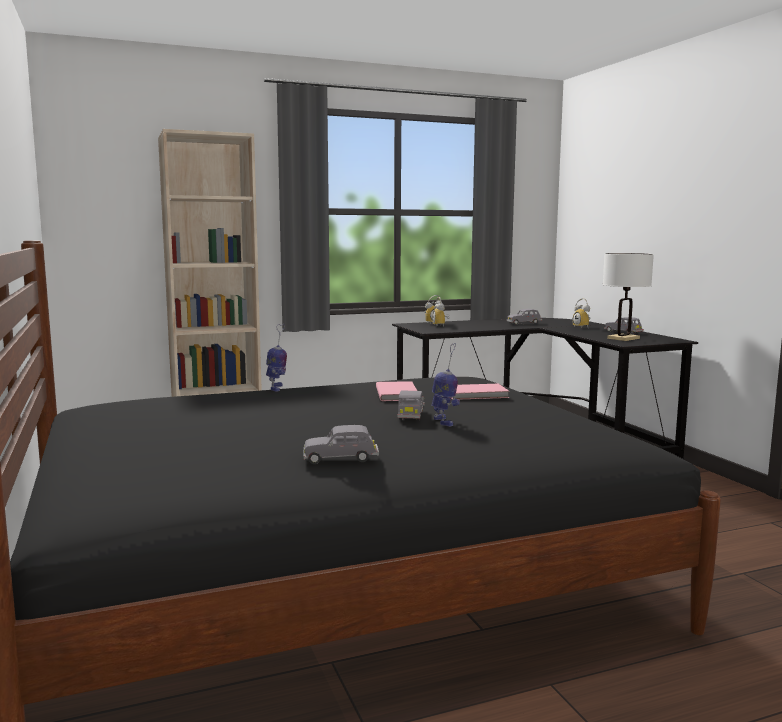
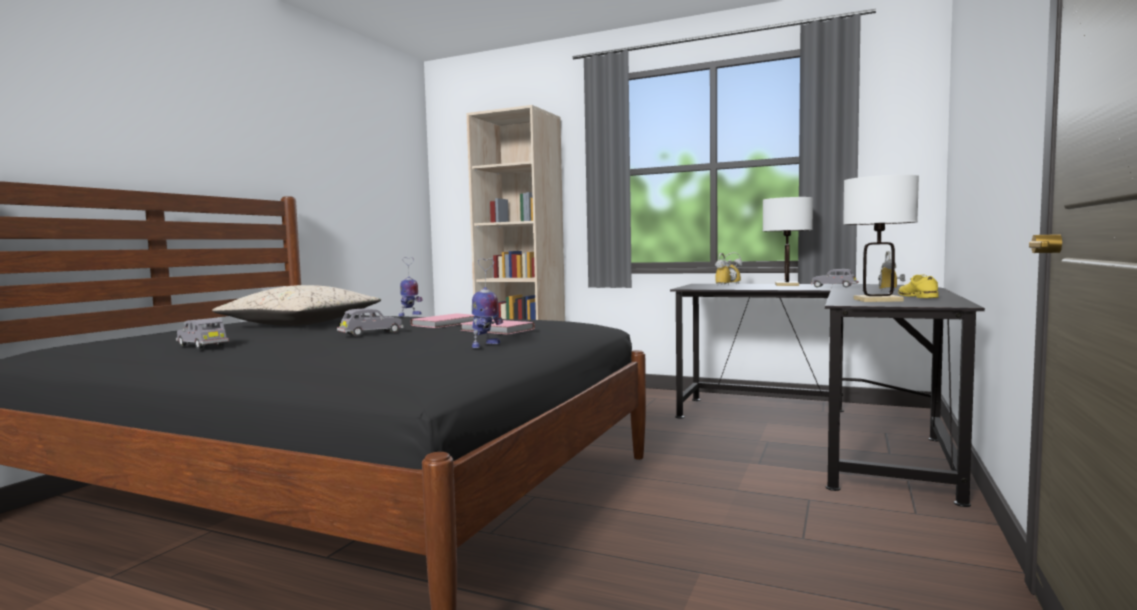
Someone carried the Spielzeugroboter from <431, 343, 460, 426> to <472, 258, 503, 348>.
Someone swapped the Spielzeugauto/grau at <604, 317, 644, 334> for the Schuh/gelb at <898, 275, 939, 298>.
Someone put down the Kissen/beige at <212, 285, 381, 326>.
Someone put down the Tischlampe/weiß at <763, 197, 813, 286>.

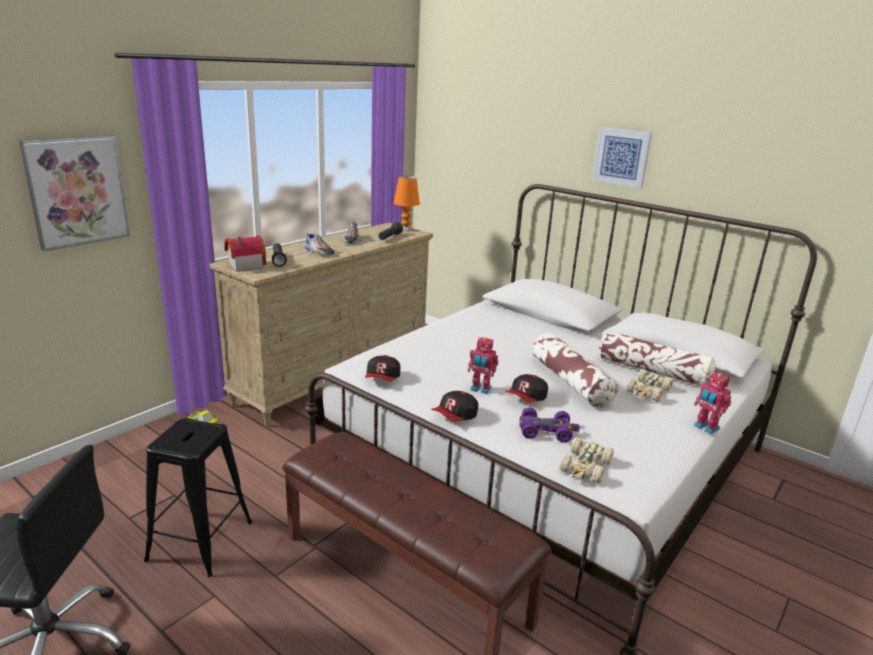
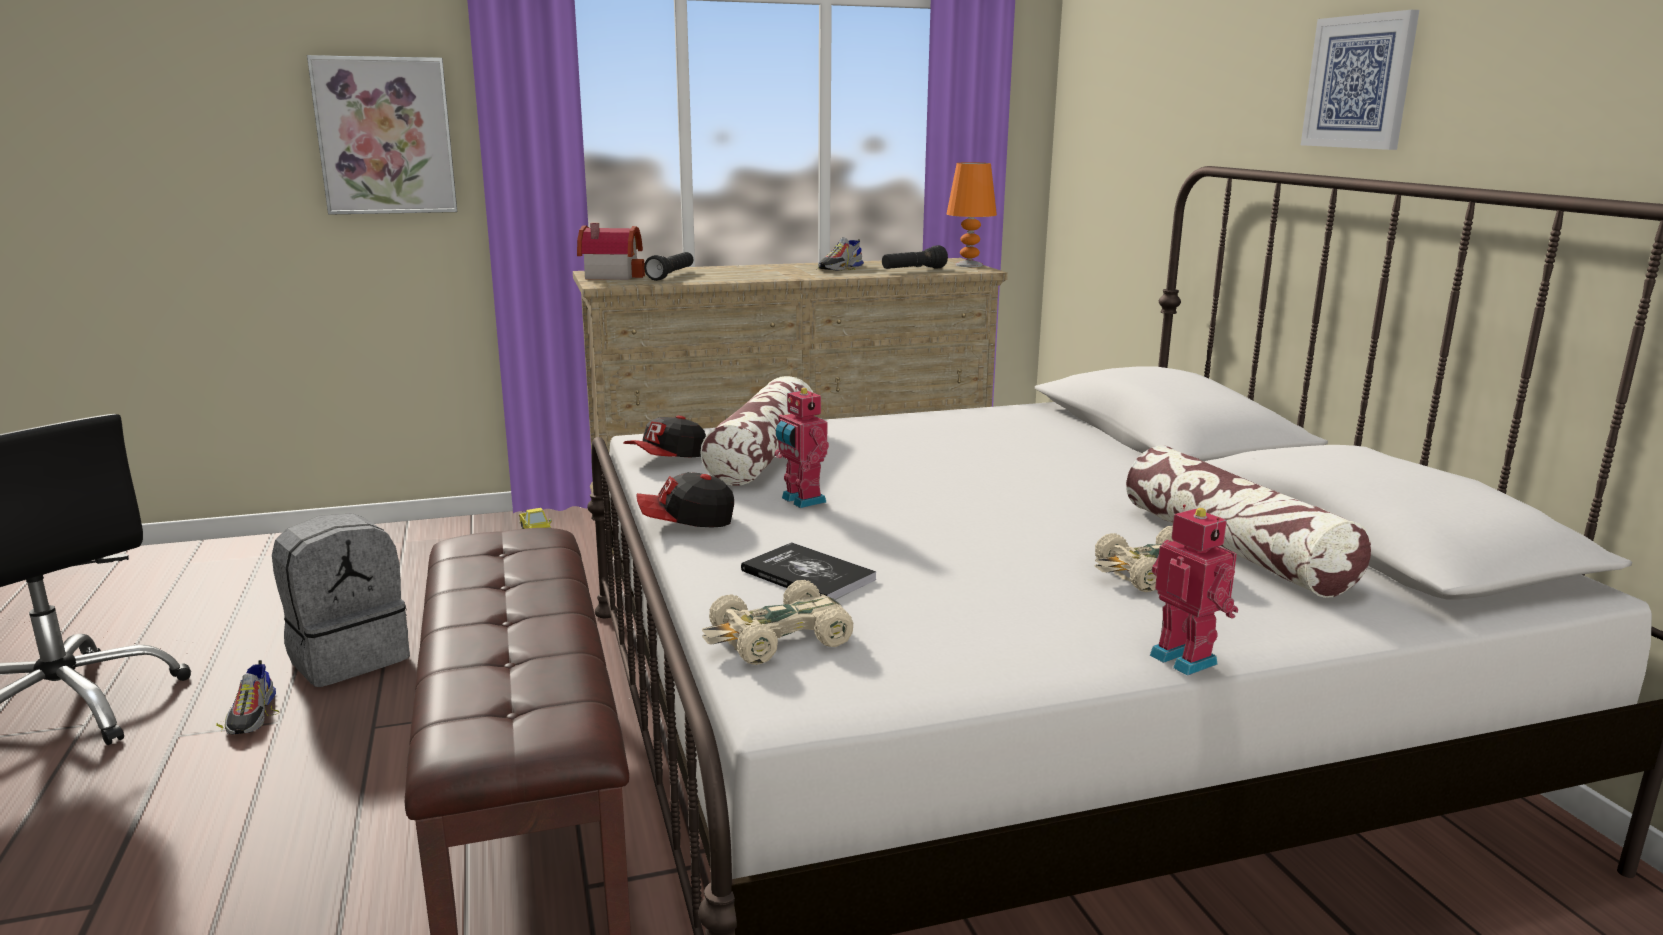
Someone swapped the Hocker/schwarz at <144, 418, 253, 577> for the Rucksack/grau at <272, 513, 410, 687>.
Someone carried the Schuh from <305, 233, 334, 257> to <216, 660, 280, 735>.
Someone took away the Kappe at <506, 374, 548, 402>.
Someone swapped the Spielzeugauto/lila at <519, 407, 580, 442> for the Buch at <741, 542, 876, 600>.
Someone carried the Kissen from <532, 333, 618, 407> to <700, 376, 813, 486>.
Someone rotated the Spielzeugroboter at <694, 371, 731, 434> by 150 degrees clockwise.

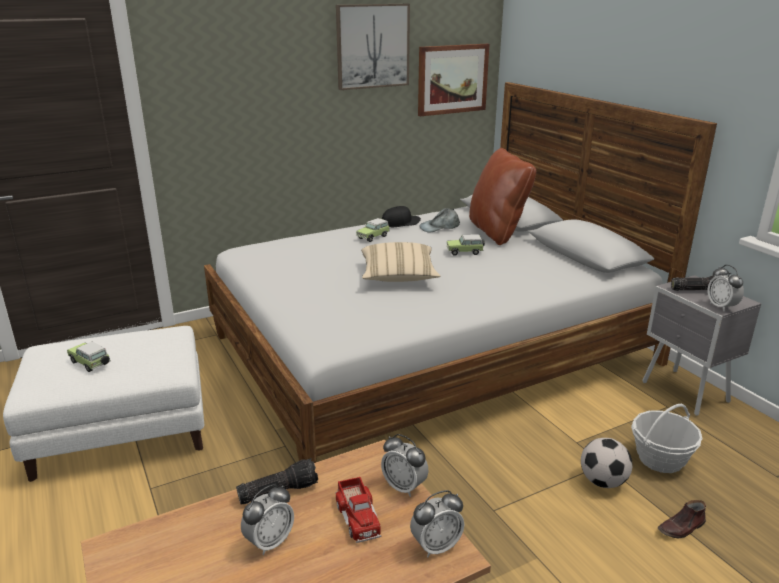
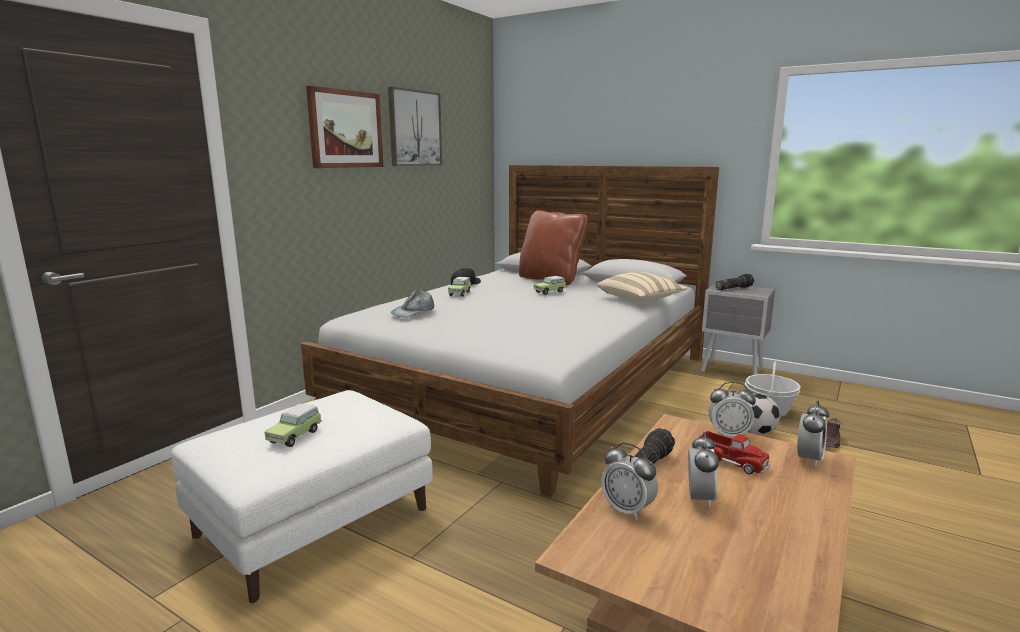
Someone rotated the Spielzeugauto at <67, 341, 111, 372> by 75 degrees counterclockwise.
Someone carried the Kissen/beige from <361, 242, 440, 282> to <596, 272, 687, 302>.
Someone carried the Bild from <418, 44, 489, 116> to <306, 86, 383, 168>.
Someone carried the Kappe/grau from <419, 208, 460, 233> to <391, 290, 434, 318>.
Someone carried the Wecker from <708, 265, 744, 311> to <601, 443, 658, 520>.

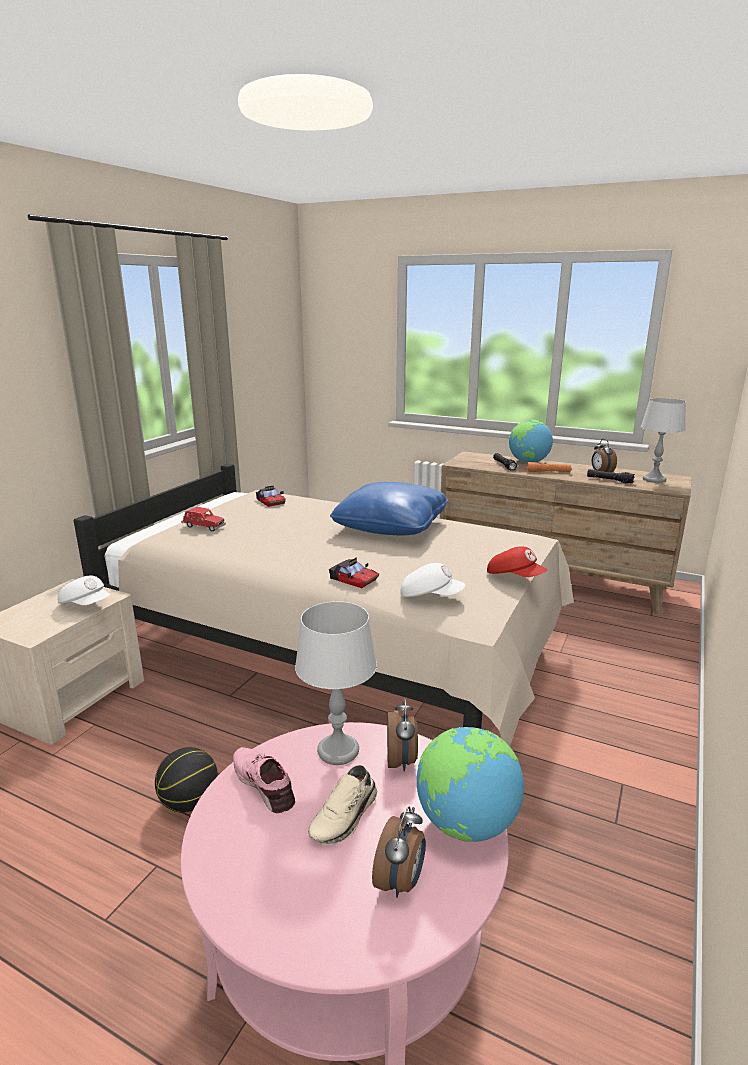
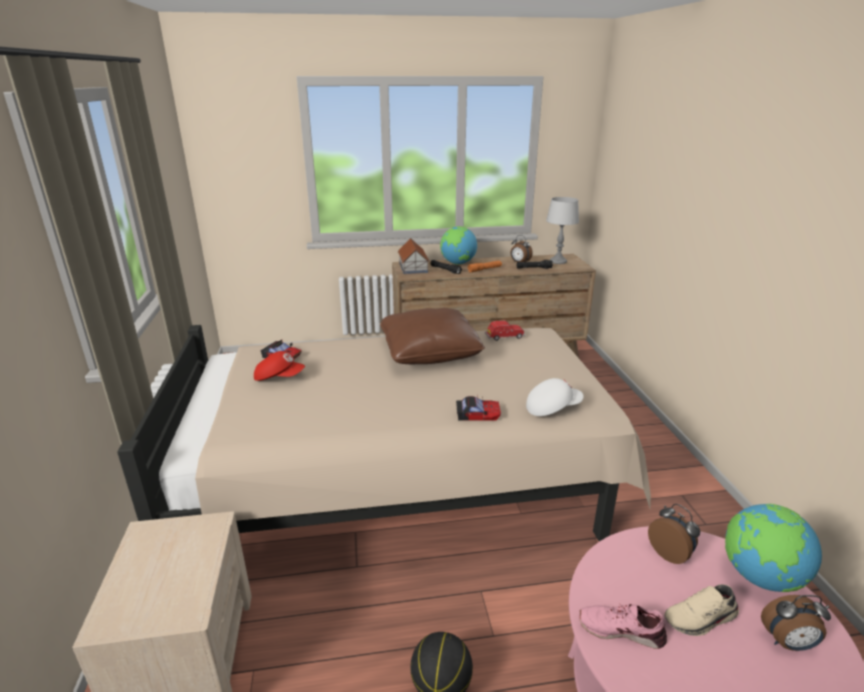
Someone took away the Kappe/weiß at <57, 576, 110, 605>.
Someone carried the Spielzeugauto/rot from <181, 507, 226, 532> to <485, 320, 525, 341>.
Someone took away the Tischlampe/grau at <295, 601, 377, 765>.
Someone rotated the Schuh/beige at <308, 765, 377, 844> by 75 degrees clockwise.
Someone repainted the Kissen/blau at <330, 482, 448, 536>, which became the Kissen/braun at <380, 308, 485, 364>.
Someone rotated the Wecker at <372, 806, 426, 898> by 105 degrees clockwise.
Someone carried the Kappe/rot from <487, 546, 547, 577> to <254, 351, 305, 381>.
Someone put down the Spielzeughaus at <398, 238, 430, 274>.

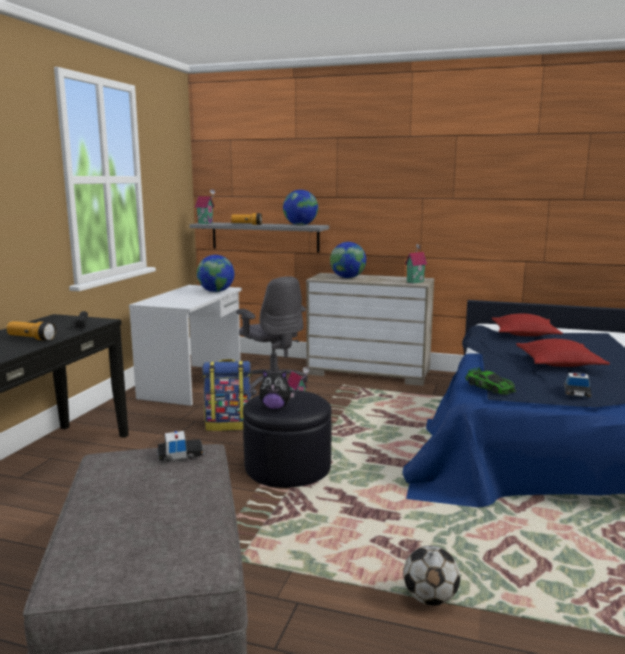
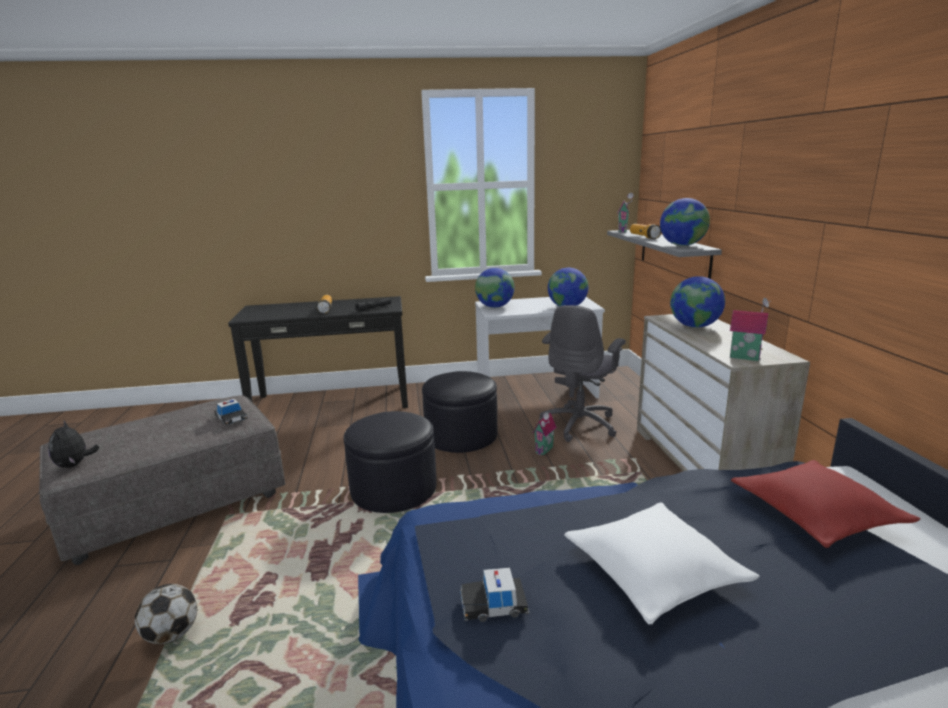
Someone swapped the Rucksack at <202, 359, 252, 431> for the Polsterhocker/schwarz at <422, 371, 497, 453>.
Someone carried the Plüschtier from <259, 370, 295, 409> to <48, 421, 100, 468>.
Someone took away the Spielzeugauto at <465, 367, 516, 395>.
Someone repainted the Kissen/rot at <516, 339, 610, 367>, which became the Kissen/weiß at <564, 502, 760, 624>.
Someone put down the Globus at <475, 268, 515, 308>.

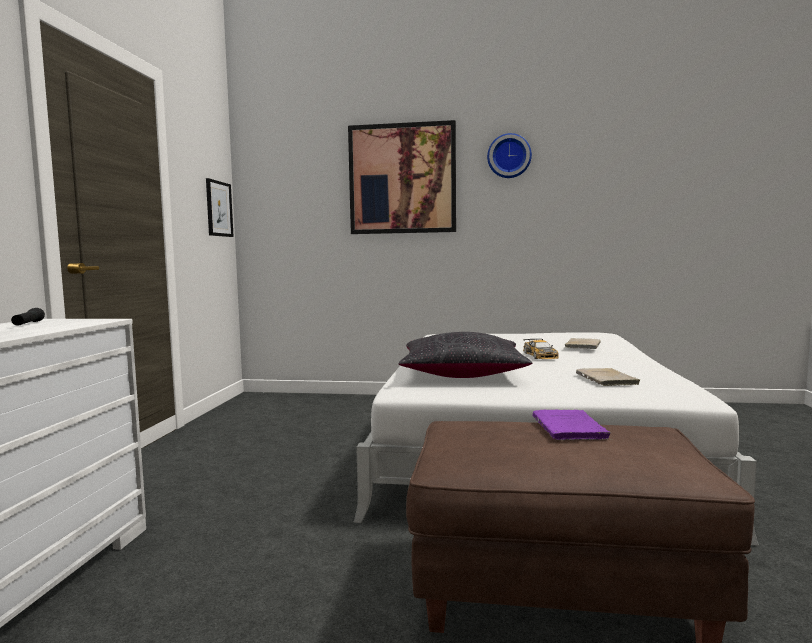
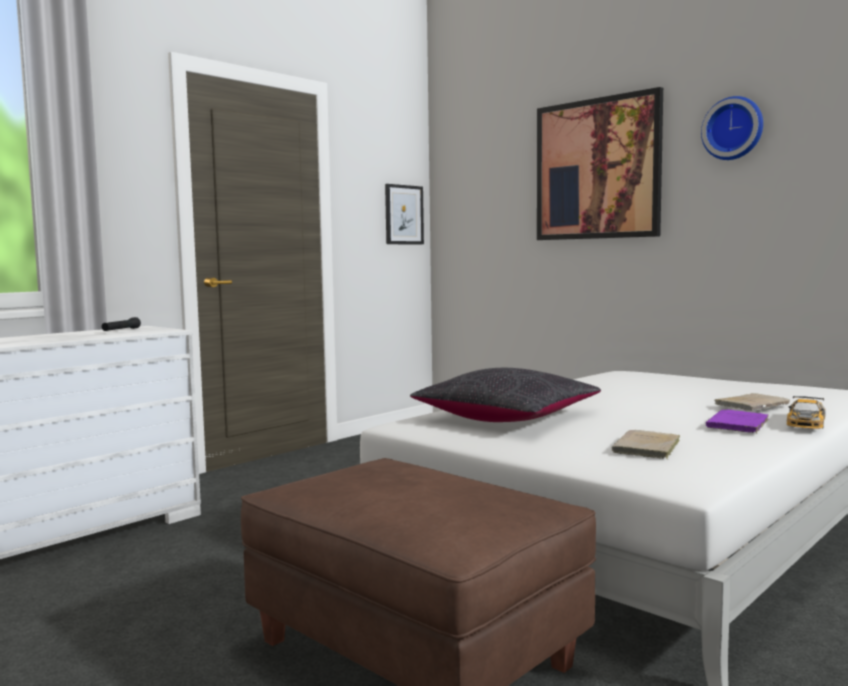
Someone carried the Spielzeugauto from <523, 339, 559, 359> to <787, 396, 826, 429>.
Someone carried the Buch/lila from <532, 409, 611, 441> to <706, 410, 769, 434>.

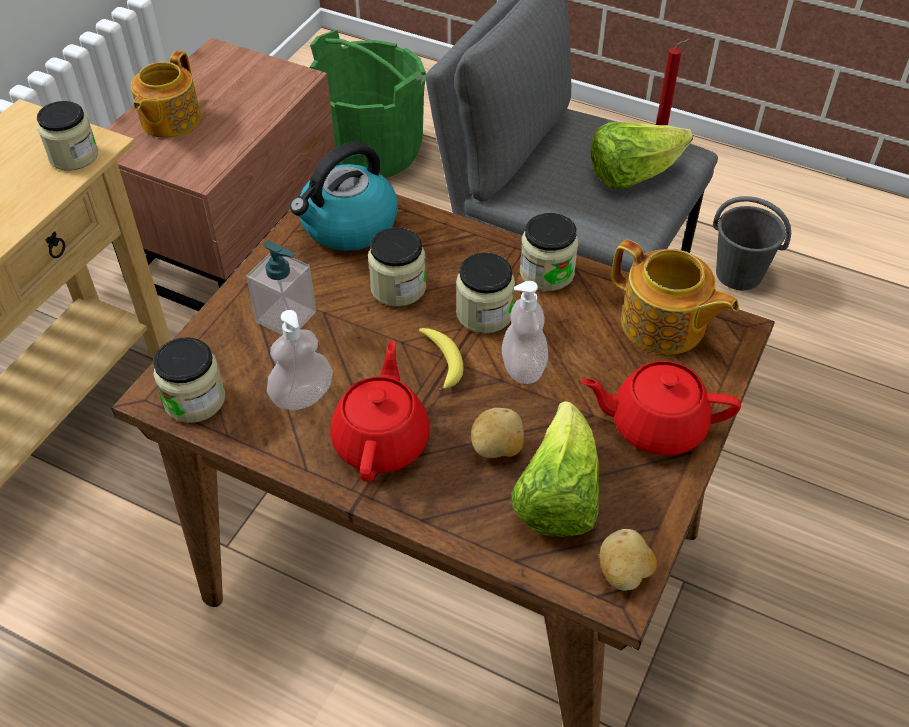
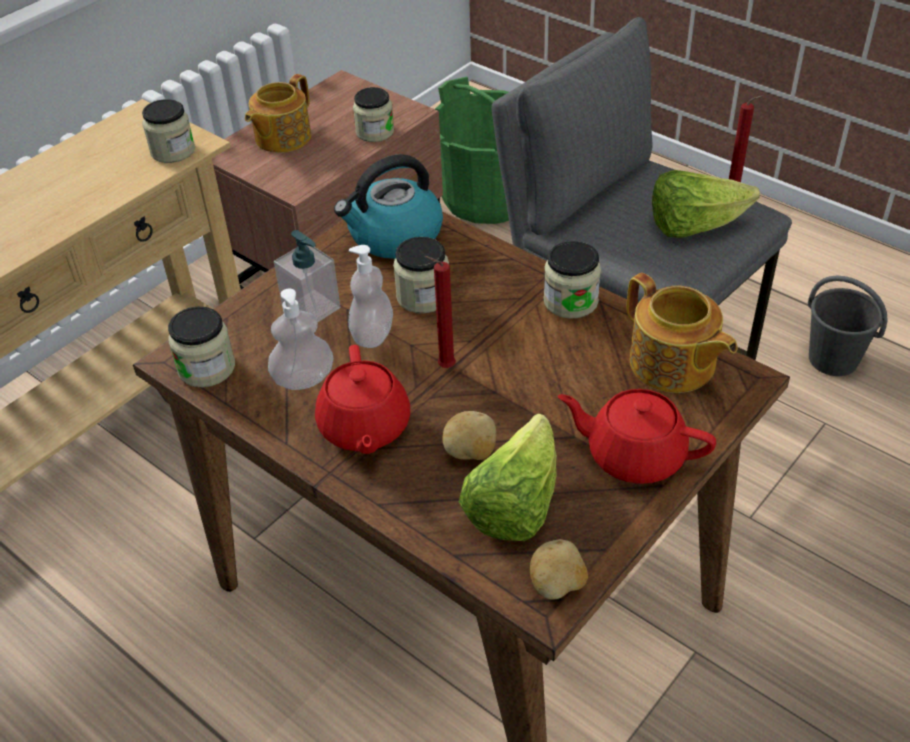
Someone rotated the Teekanne/rot at <330, 340, 430, 482> by 150 degrees clockwise.
Someone swapped the Banane at <419, 328, 464, 392> for the Kerze/rot at <424, 256, 456, 368>.
Someone carried the Vorratsglas from <456, 252, 515, 333> to <353, 87, 394, 142>.
Someone carried the Seifenspender from <502, 281, 548, 384> to <348, 245, 393, 348>.

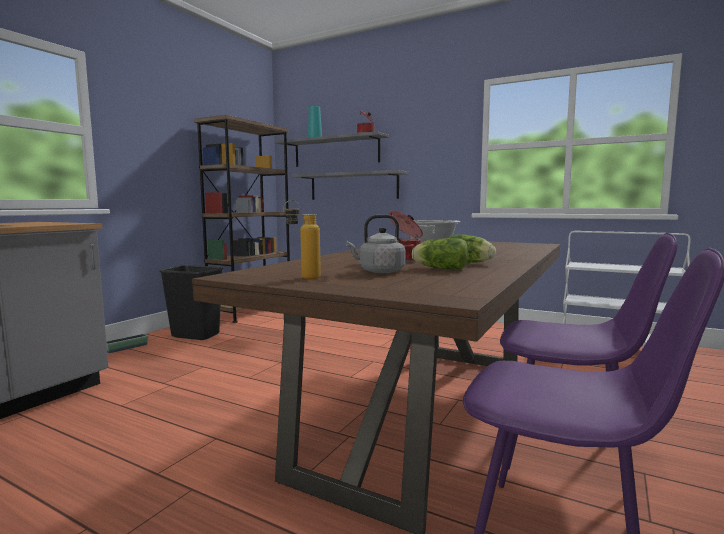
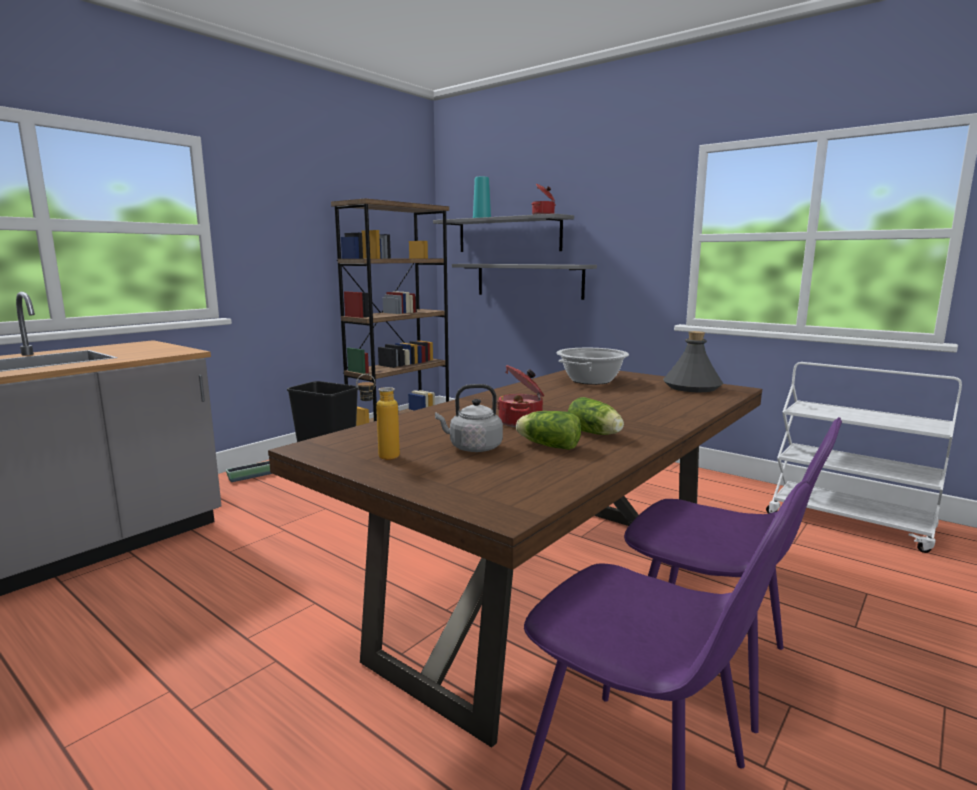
Someone put down the Flasche/grau at <663, 331, 723, 392>.

